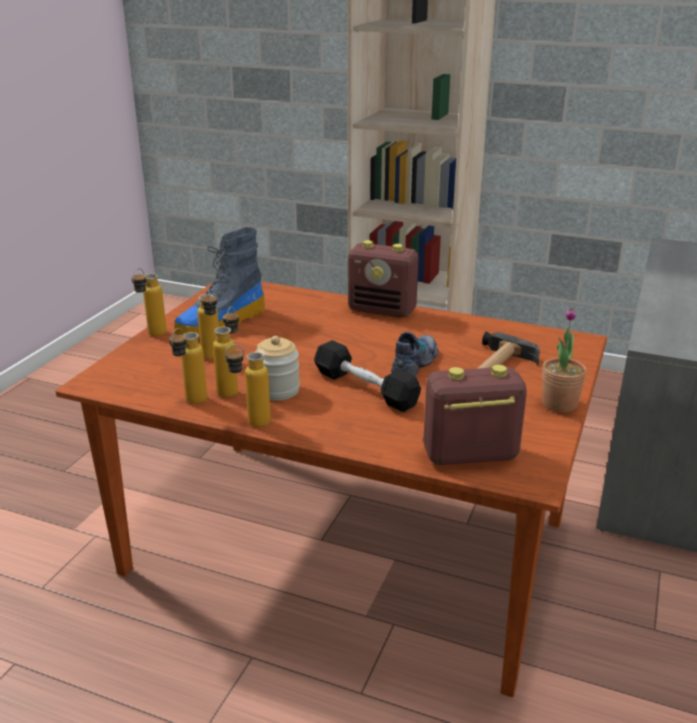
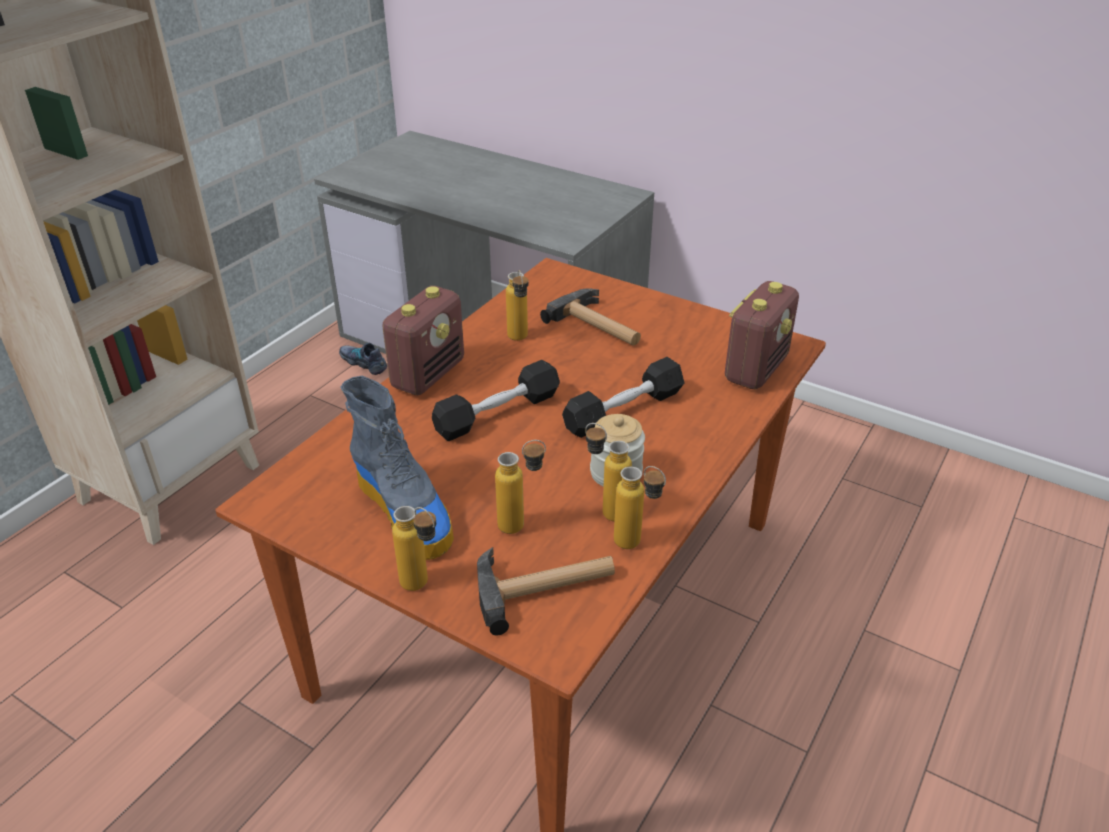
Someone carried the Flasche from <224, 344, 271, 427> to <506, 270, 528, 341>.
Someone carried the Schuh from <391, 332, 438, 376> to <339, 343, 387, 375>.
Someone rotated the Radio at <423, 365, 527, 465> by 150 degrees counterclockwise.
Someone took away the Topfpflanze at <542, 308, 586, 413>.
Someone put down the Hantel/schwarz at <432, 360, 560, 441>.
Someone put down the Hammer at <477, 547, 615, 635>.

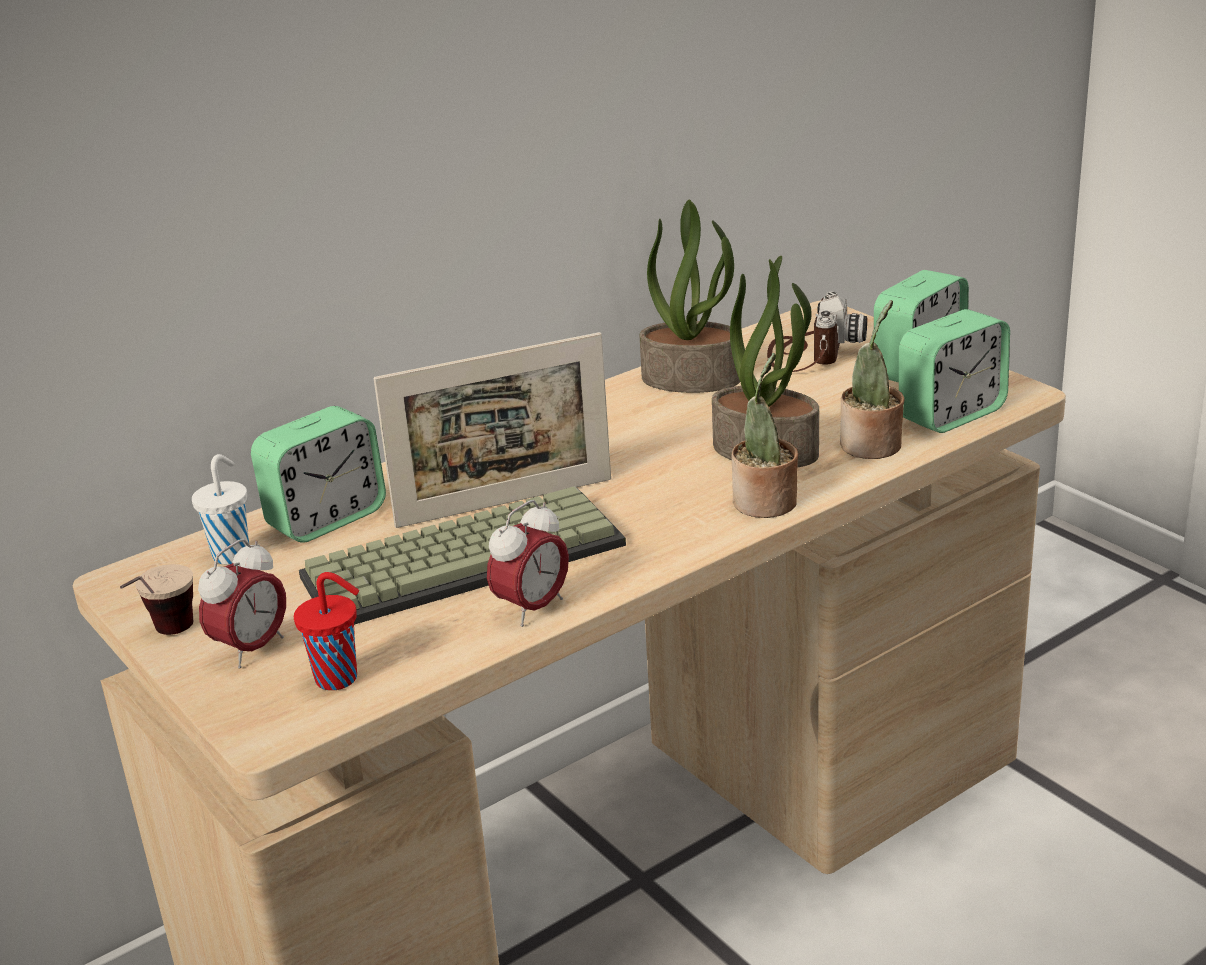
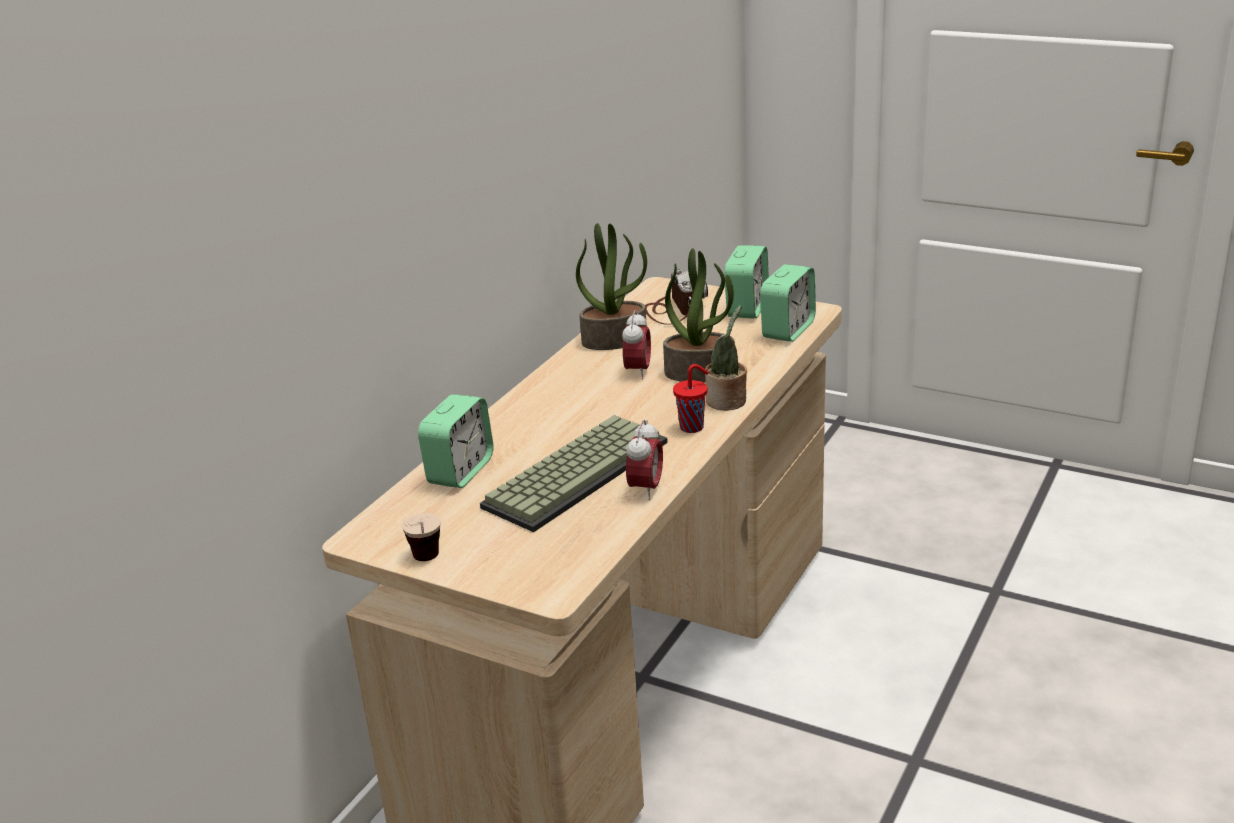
Someone took away the Tasse/weiß at <192, 454, 249, 565>.
Someone carried the Wecker from <198, 539, 286, 669> to <622, 310, 651, 379>.
Someone carried the Tasse/rot from <294, 572, 359, 690> to <673, 364, 709, 433>.
Someone took away the Bilderrahmen at <374, 332, 611, 528>.
Someone took away the Topfpflanze at <840, 300, 904, 459>.

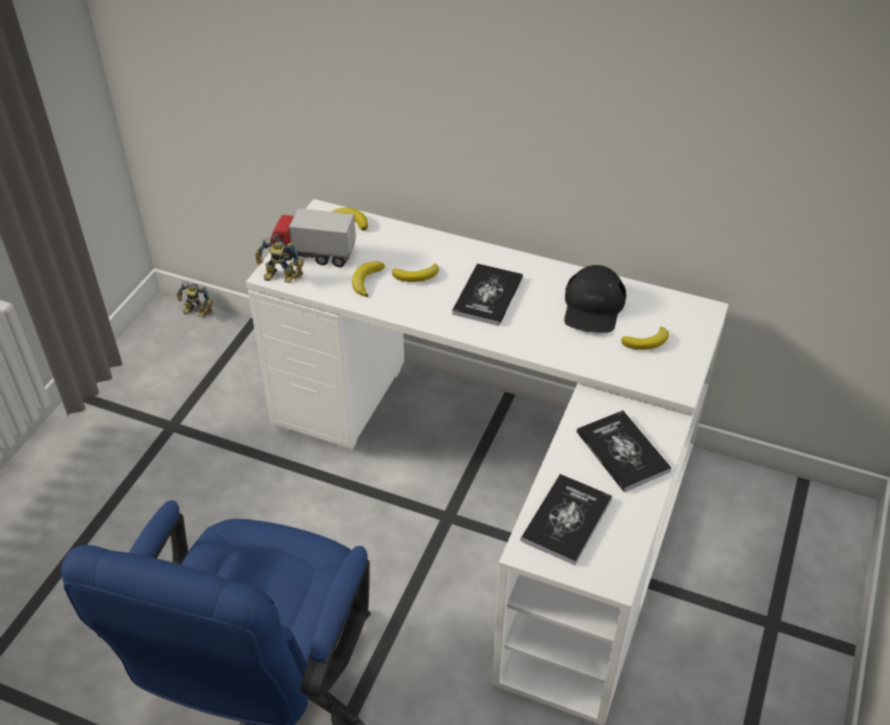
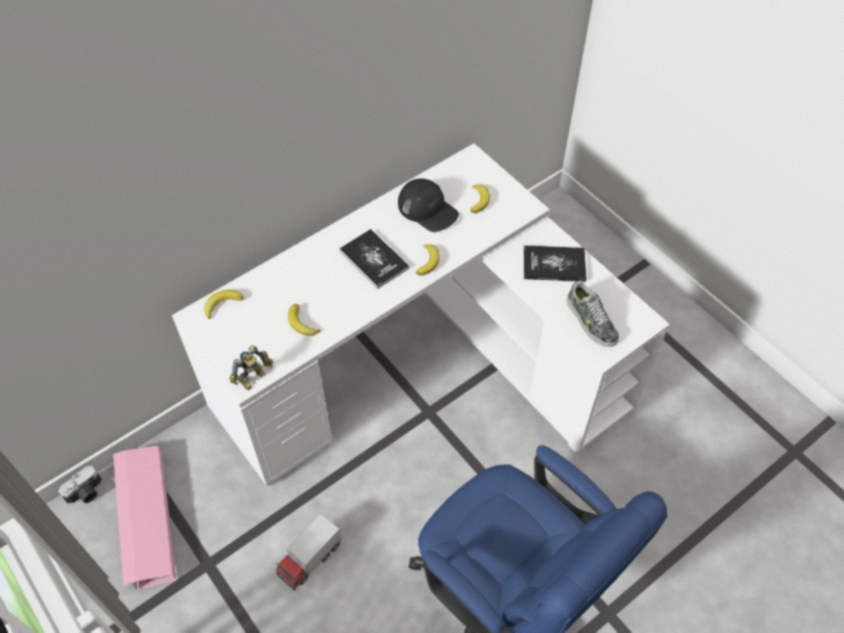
Someone swapped the Spielzeugroboter at <176, 282, 213, 317> for the Kamera at <58, 465, 102, 504>.
Someone carried the Spielzeuglaster from <270, 208, 356, 267> to <276, 514, 341, 591>.
Someone carried the Banane from <392, 264, 439, 282> to <416, 245, 440, 276>.
Someone swapped the Buch at <521, 474, 612, 565> for the Schuh at <567, 280, 619, 347>.
Someone put down the Aufbewahrungsbox/rosa at <113, 446, 177, 590>.

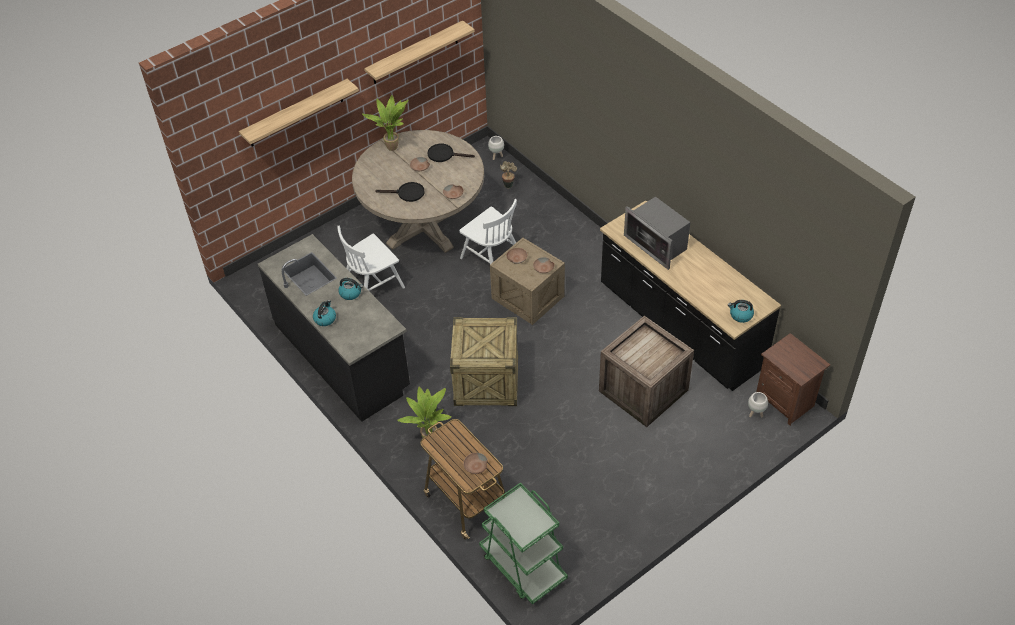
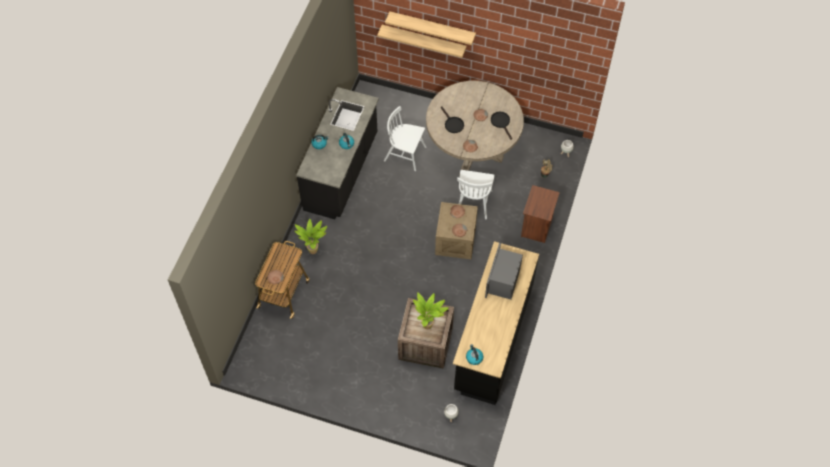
Someone carried the Topfpflanze from <362, 95, 409, 151> to <413, 293, 449, 329>.
Someone carried the Wandregal from <364, 20, 475, 84> to <377, 25, 467, 58>.
Someone took away the Kiste at <450, 317, 518, 406>.
Someone took away the Rollwagen/grün at <479, 482, 568, 604>.
Someone carried the Nachttisch/braun from <756, 333, 830, 426> to <521, 185, 560, 243>.

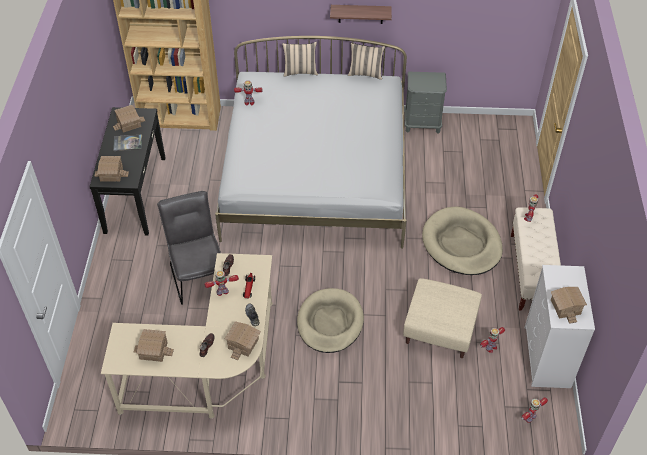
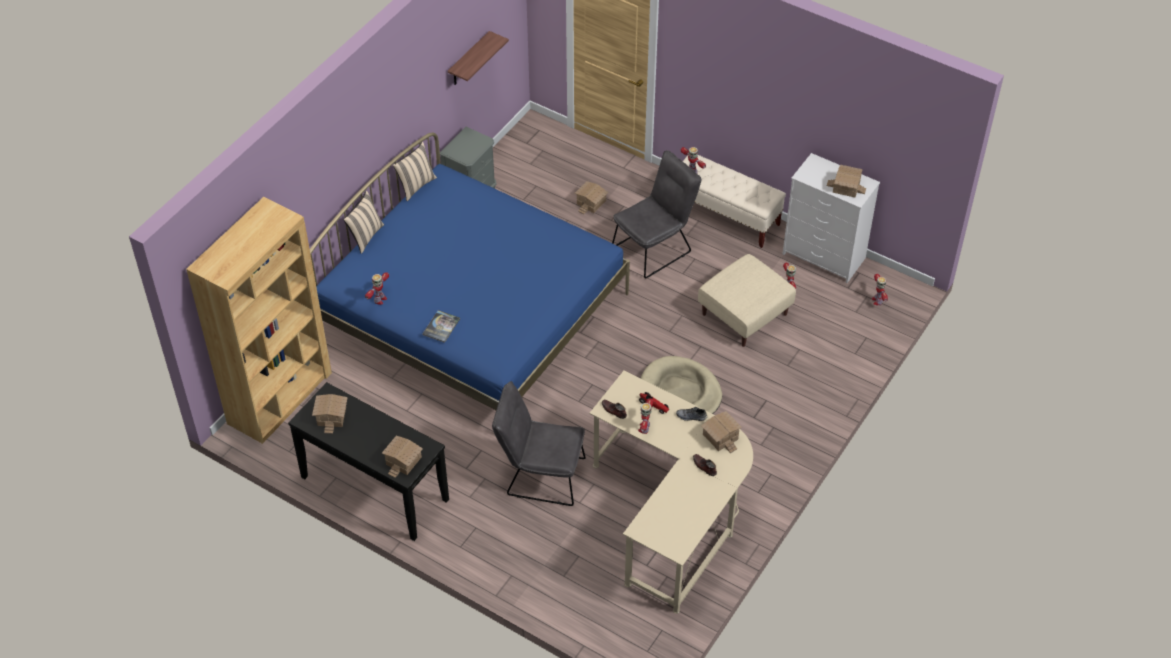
Someone carried the Buch from <113, 135, 142, 151> to <423, 310, 460, 343>.
Someone carried the Spielzeughaus from <134, 329, 174, 362> to <575, 181, 608, 214>.
Someone repainted the Bett/weiß at <215, 36, 407, 249>, which became the Bett/blau at <310, 133, 630, 410>.
Someone carried the Wandregal from <330, 5, 392, 24> to <448, 31, 509, 85>.
Someone swapped the Hundebett/beige at <422, 207, 503, 275> for the Stuhl/grau at <612, 150, 701, 279>.

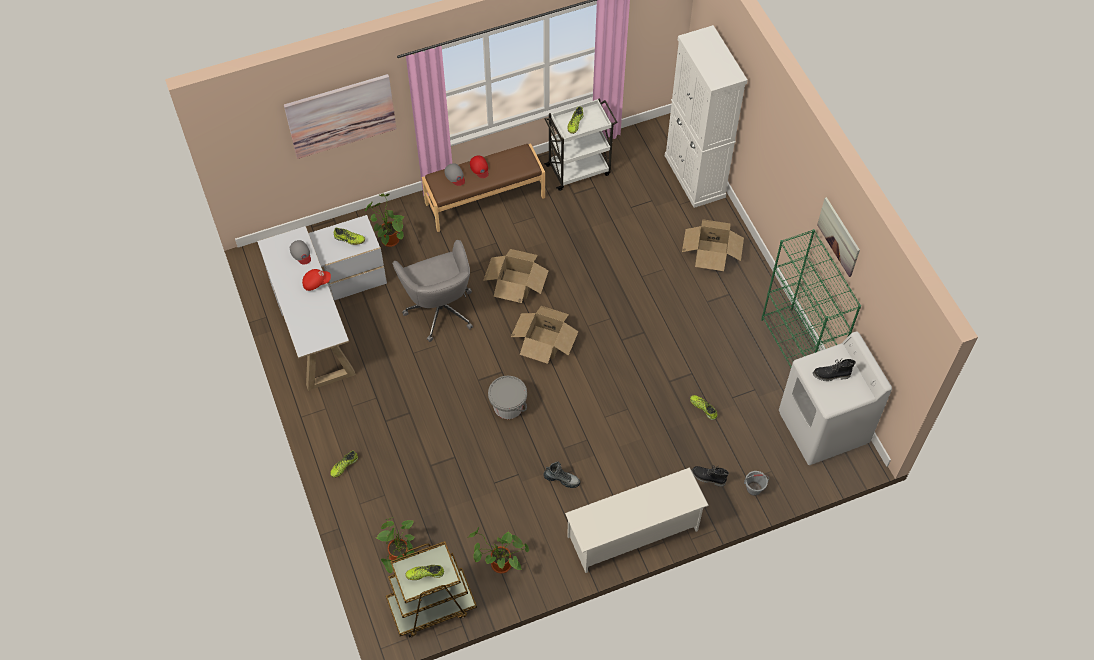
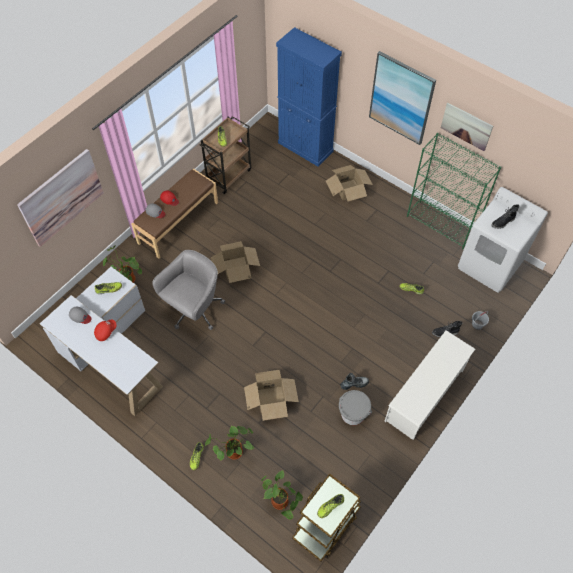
Someone rotated the Bürostuhl/grau at <392, 240, 473, 342> by 90 degrees counterclockwise.
Someone carried the Topfpflanze from <468, 527, 529, 573> to <205, 426, 254, 460>.
Someone carried the Eimer/grau from <488, 376, 527, 419> to <339, 390, 372, 425>.
Someone carried the Karton from <511, 306, 579, 364> to <244, 370, 299, 421>.
Someone repainted the Rollwagen/weiß at <544, 98, 617, 191>, which became the Rollwagen/braun at <200, 116, 251, 194>.
Someone repainted the Schrank/weiß at <665, 25, 748, 208>, which became the Schrank/blau at <276, 27, 342, 167>.
Someone put up the Bild at <369, 51, 436, 145>.

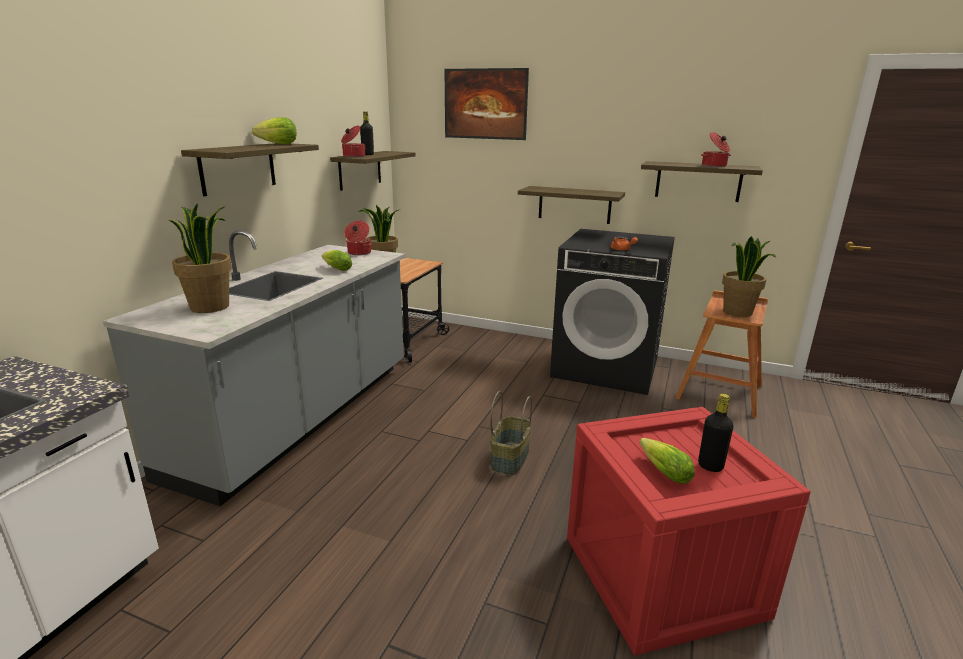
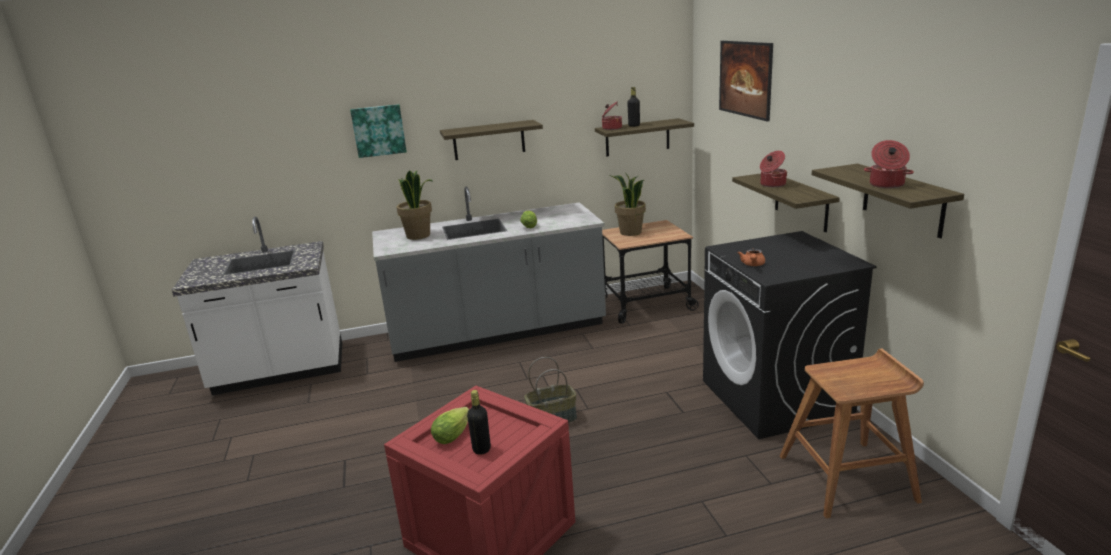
Someone took away the Salatkopf at <252, 117, 297, 144>.
Someone carried the Kochtopf from <344, 221, 372, 255> to <760, 151, 787, 187>.
Someone took away the Topfpflanze at <722, 236, 776, 317>.
Someone put up the Bild at <350, 104, 407, 158>.

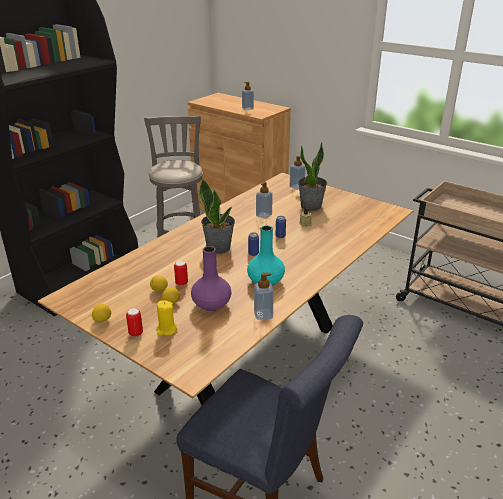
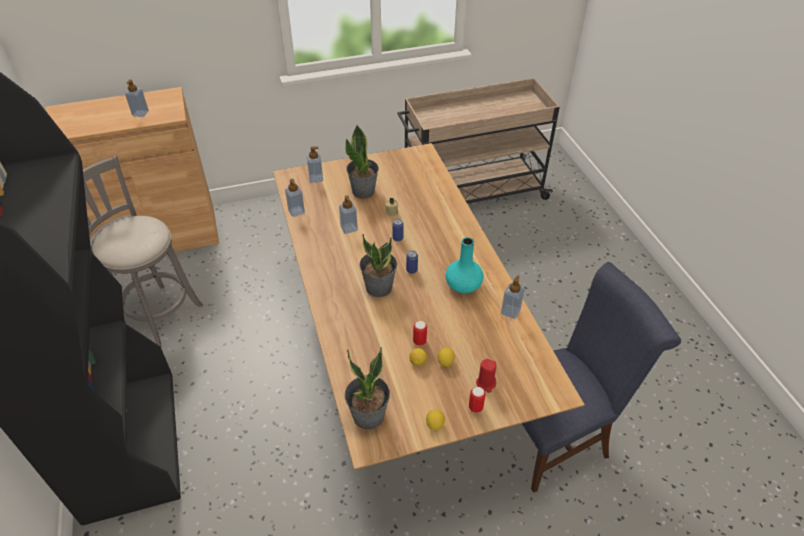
Someone repainted the Kerze/gelb at <156, 300, 177, 336>, which became the Kerze/rot at <476, 359, 496, 393>.
Someone took away the Vase/lila at <191, 246, 231, 311>.
Someone put down the Seifenspender at <285, 179, 305, 217>.
Someone put down the Topfpflanze at <345, 347, 390, 429>.

